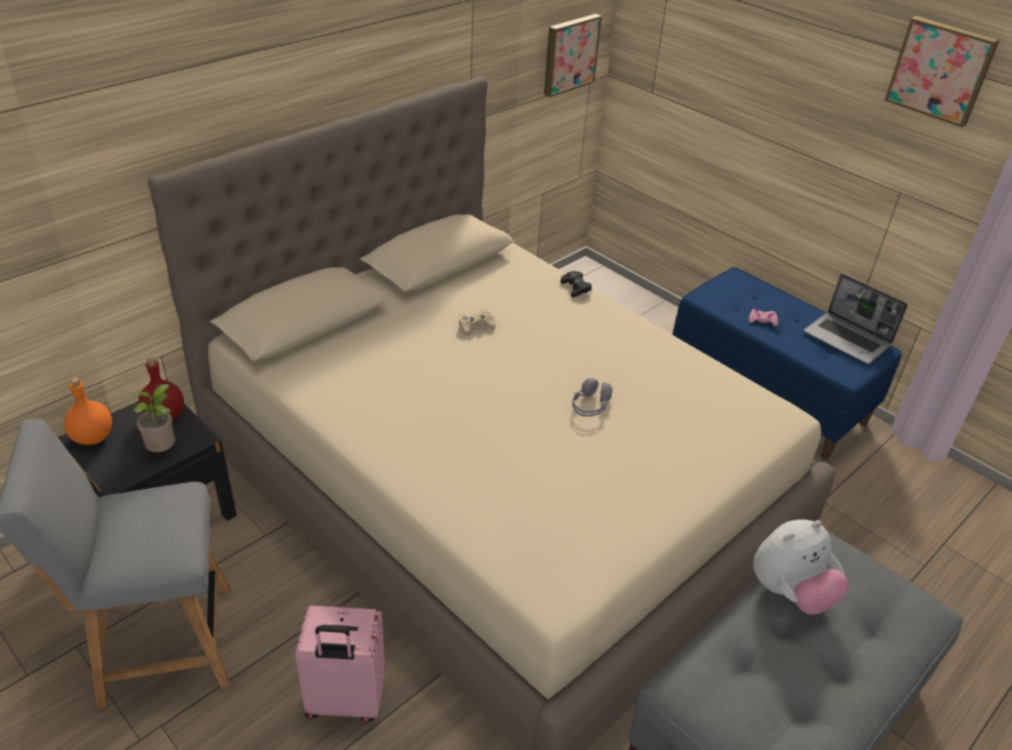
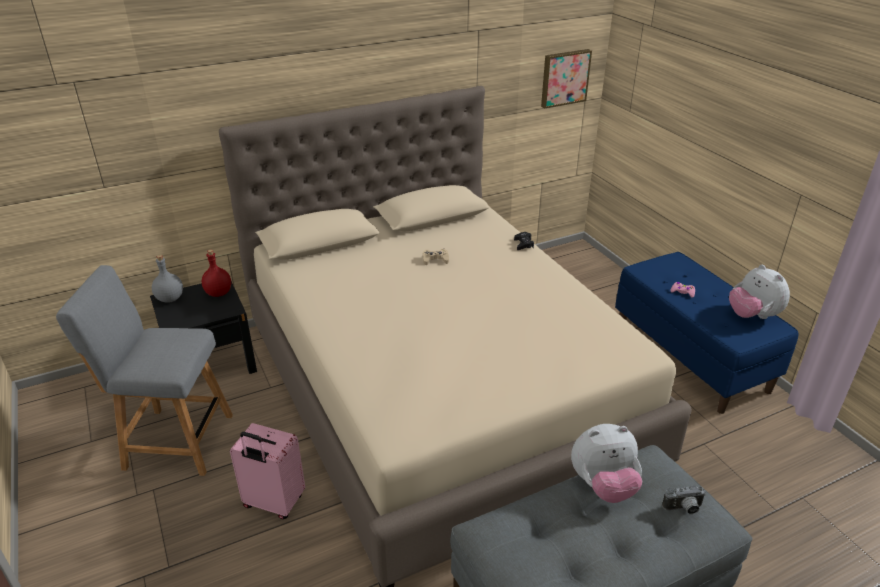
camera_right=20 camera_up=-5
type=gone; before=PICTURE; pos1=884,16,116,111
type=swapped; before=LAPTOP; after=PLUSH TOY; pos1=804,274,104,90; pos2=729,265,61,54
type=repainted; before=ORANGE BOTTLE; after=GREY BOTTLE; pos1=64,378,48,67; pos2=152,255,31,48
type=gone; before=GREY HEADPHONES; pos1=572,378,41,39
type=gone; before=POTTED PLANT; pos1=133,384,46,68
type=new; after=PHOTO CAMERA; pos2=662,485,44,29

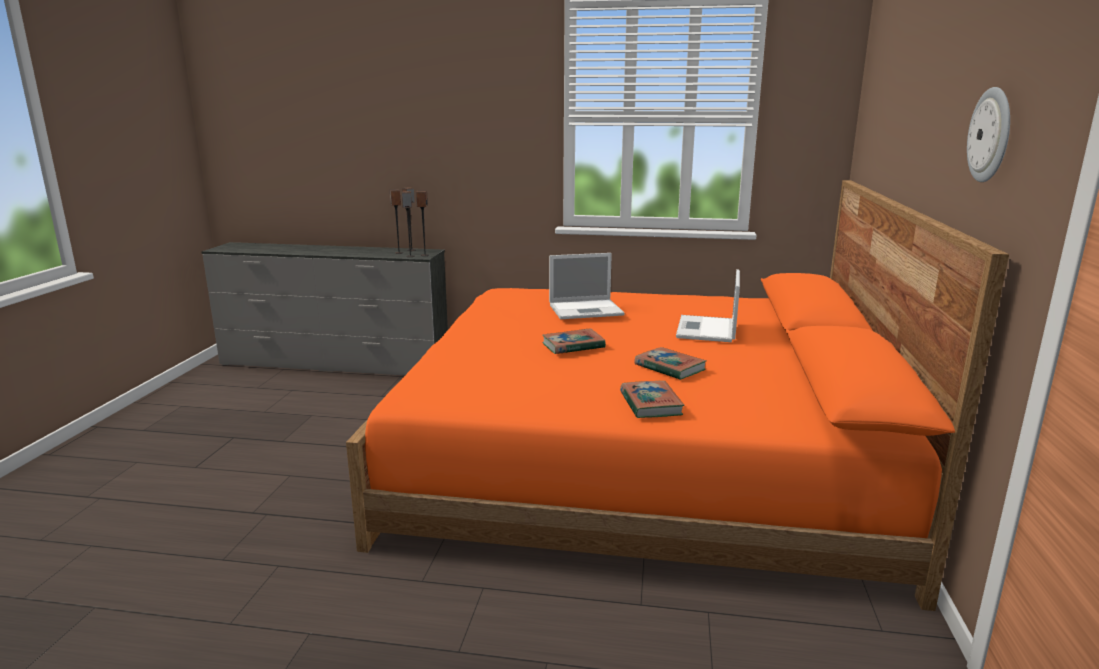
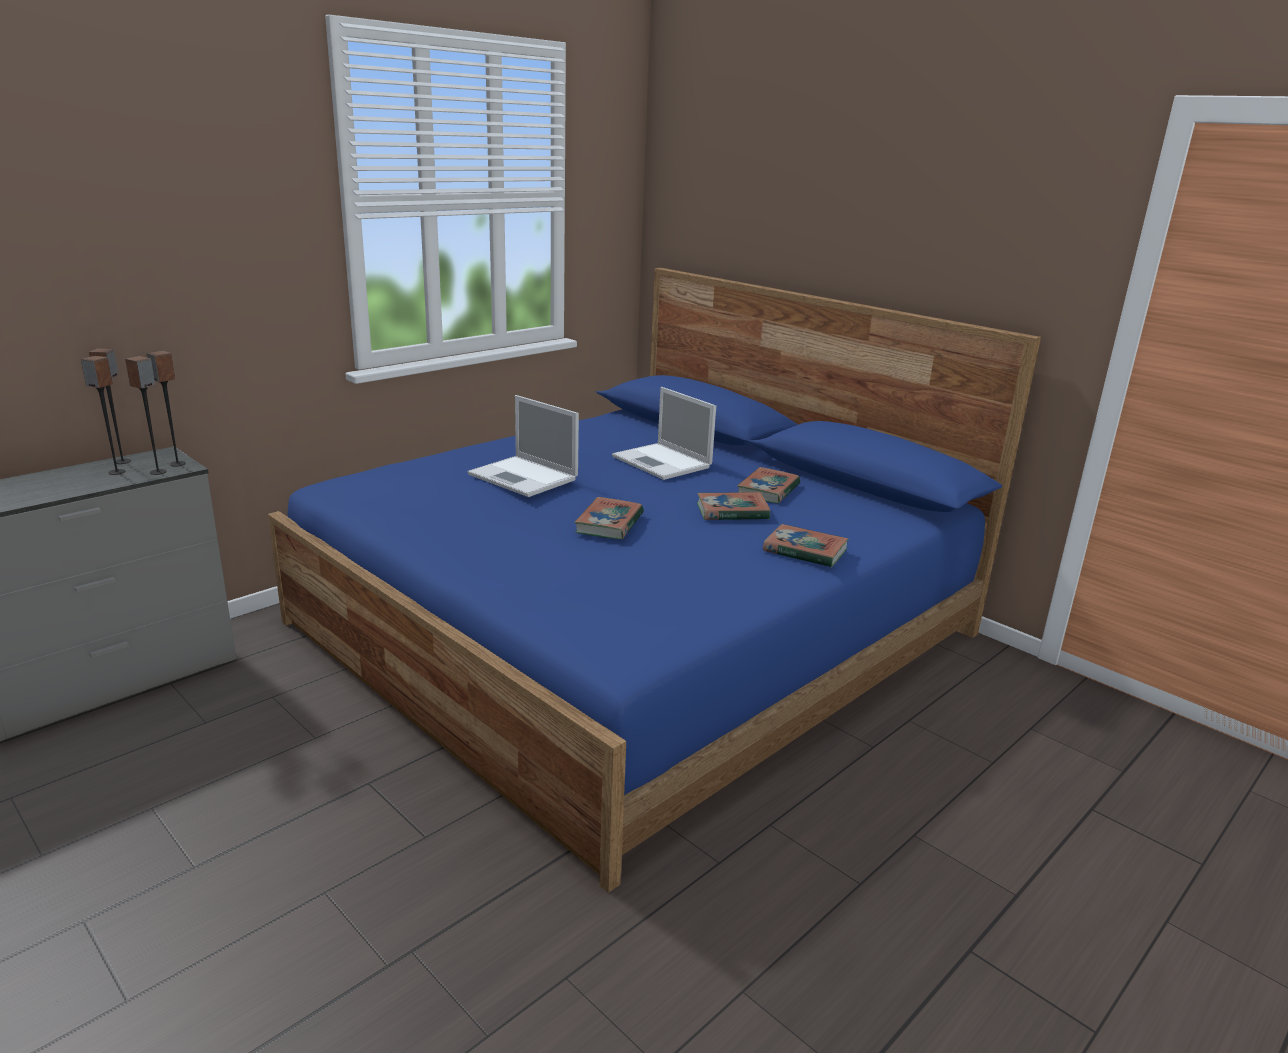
camera_right=-55 camera_up=5
type=gone; before=WALL CLOCK; pos1=967,87,43,95
type=repainted; before=ORANGE BED; after=BLUE BED; pos1=346,180,663,431; pos2=268,268,773,625
type=rotated; before=LAPTOP; pos1=549,253,75,66; pos2=468,395,111,102; turn=105
type=new; after=BOOK; pos2=737,467,63,36

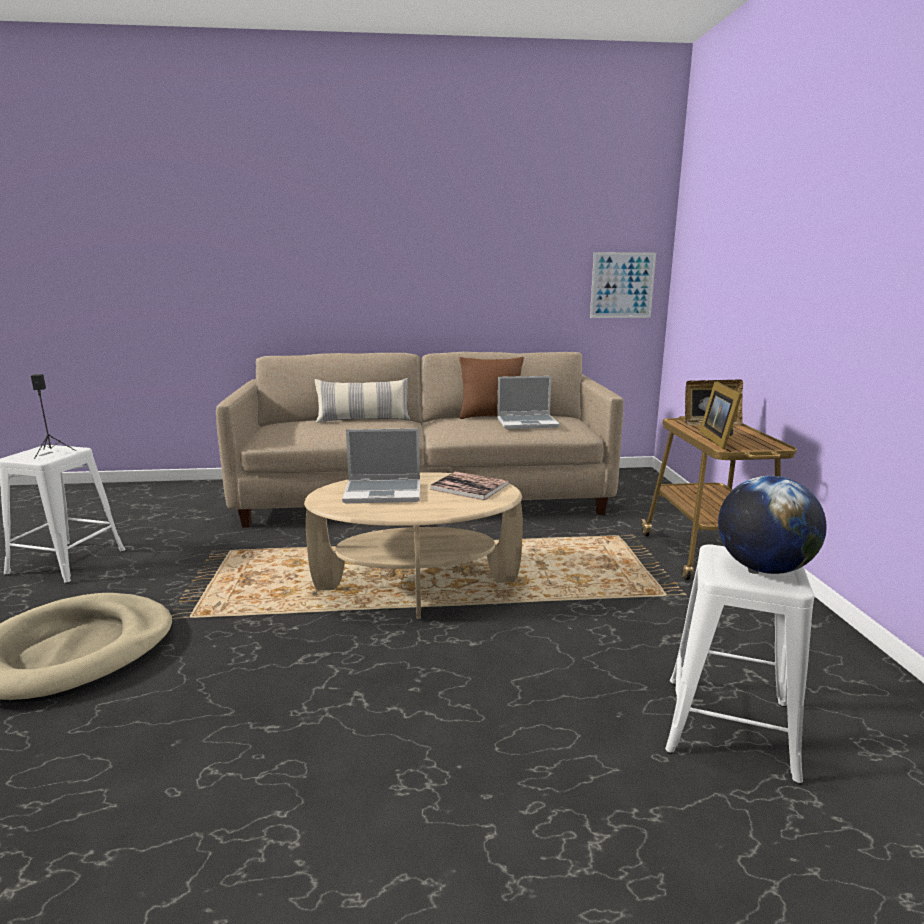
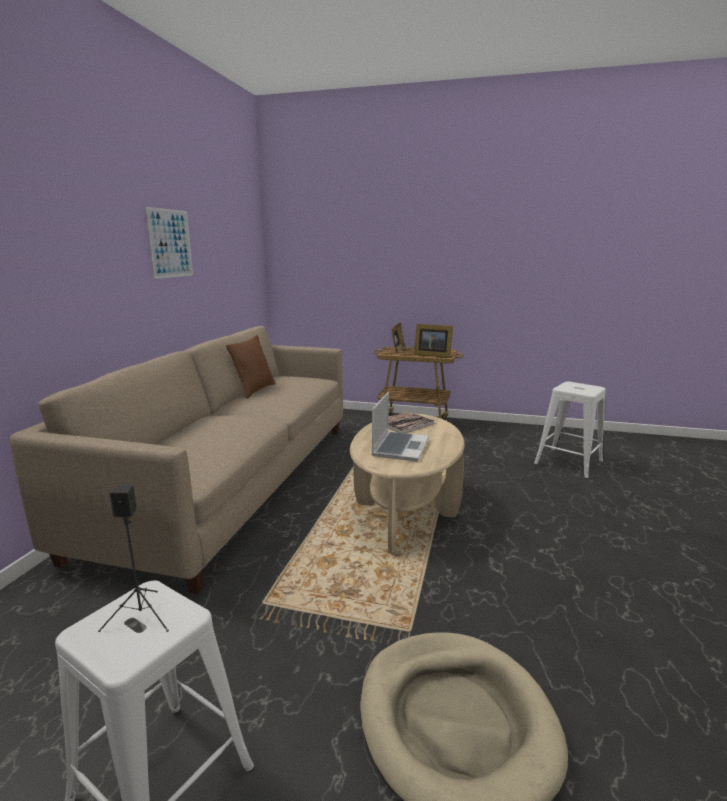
camera_right=-70 camera_up=0
type=shifted; before=PICTURE; pos1=590,252,66,66; pos2=145,207,48,72
type=gone; before=LAPTOP; pos1=497,376,63,53
type=gone; before=PILLOW; pos1=315,378,95,45
type=gone; before=GLOBE; pos1=718,476,109,98

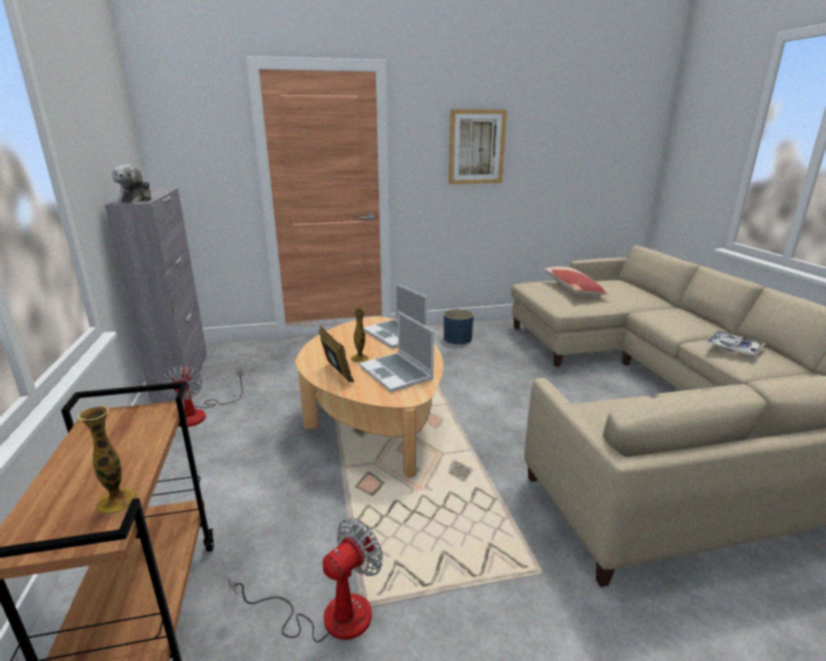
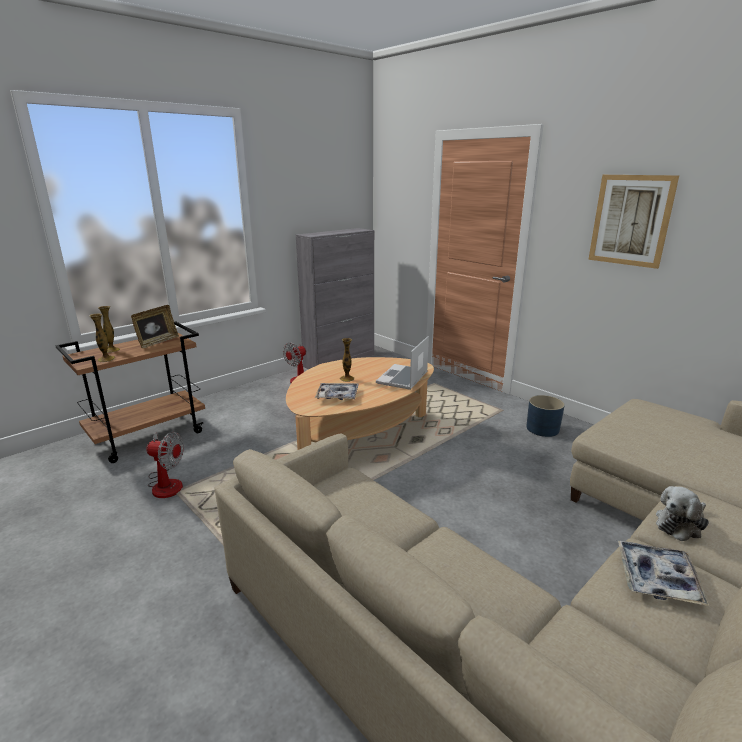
camera_right=60 camera_up=0
type=shifted; before=PLUSH TOY; pos1=112,165,39,38; pos2=656,486,53,55
type=gone; before=PILLOW; pos1=544,267,66,29
type=swapped; before=LAPTOP; after=TRAY; pos1=359,311,75,81; pos2=315,383,44,17
type=shifted; before=PICTURE FRAME; pos1=319,326,35,57; pos2=131,305,48,43
type=new; after=VASE; pos2=98,306,22,47

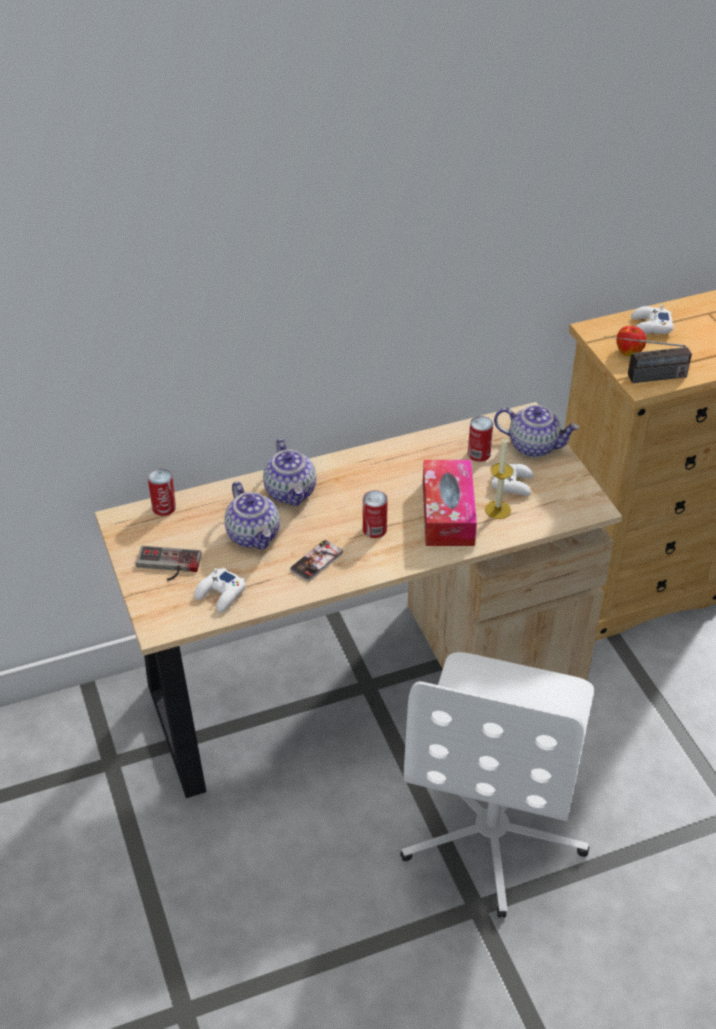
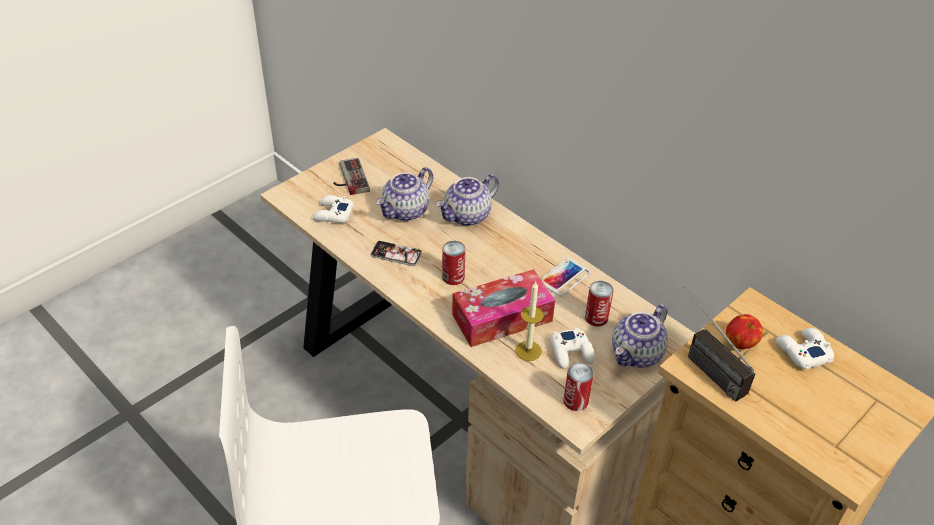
camera_right=65 camera_up=0
type=rotated; before=TEAPOT; pos1=494,405,85,52; pos2=612,304,56,64; turn=45
type=shifted; before=CAN; pos1=148,468,28,48; pos2=563,362,31,49
type=new; after=PHONE; pos2=541,258,50,39

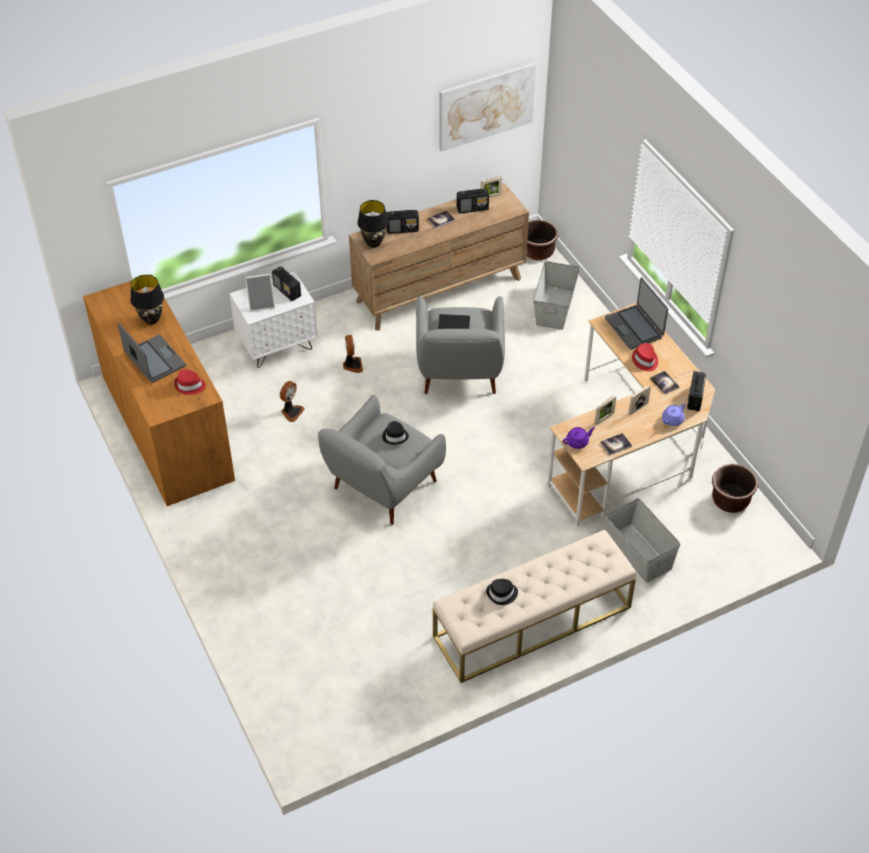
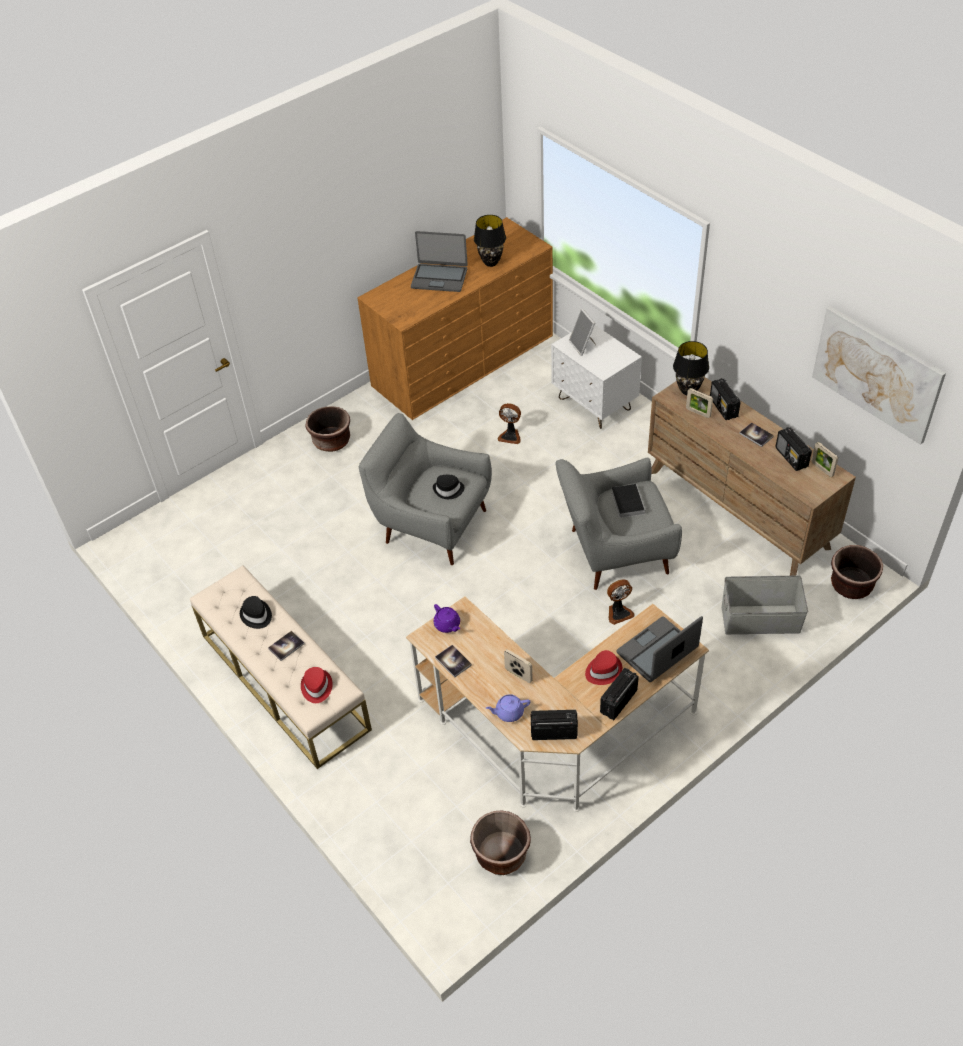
camera_right=80 camera_up=0
type=shifted; before=RADIO; pos1=272,266,29,35; pos2=600,668,39,52
type=rotated; before=LAPTOP; pos1=118,323,68,60; pos2=411,231,57,61; turn=60
type=shifted; before=FAN; pos1=343,335,20,38; pos2=607,580,28,45
type=shifted; before=RED HAT; pos1=174,369,32,26; pos2=301,667,32,36
type=shifted; before=BOOK; pos1=650,371,30,23; pos2=268,631,36,30
type=shifted; before=PICTURE FRAME; pos1=595,396,21,29; pos2=686,388,27,30
type=rotated; before=PURPLE TEAPOT; pos1=662,404,23,22; pos2=486,694,44,28; turn=-45
type=gone; before=GREY STORAGE BOX; pos1=605,498,76,85
type=new; after=BROWN PLANTER; pos2=305,406,45,46

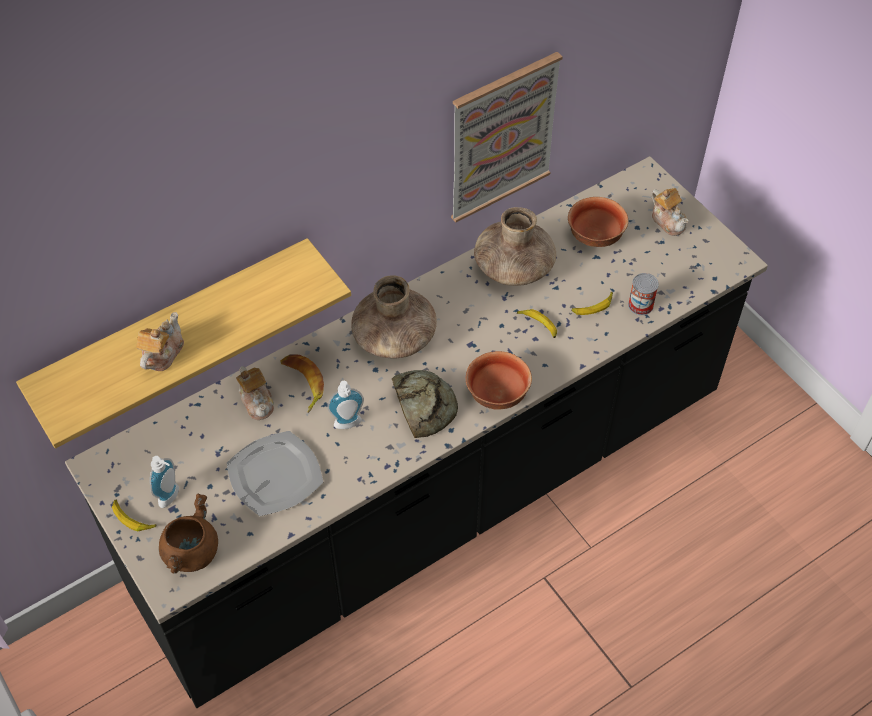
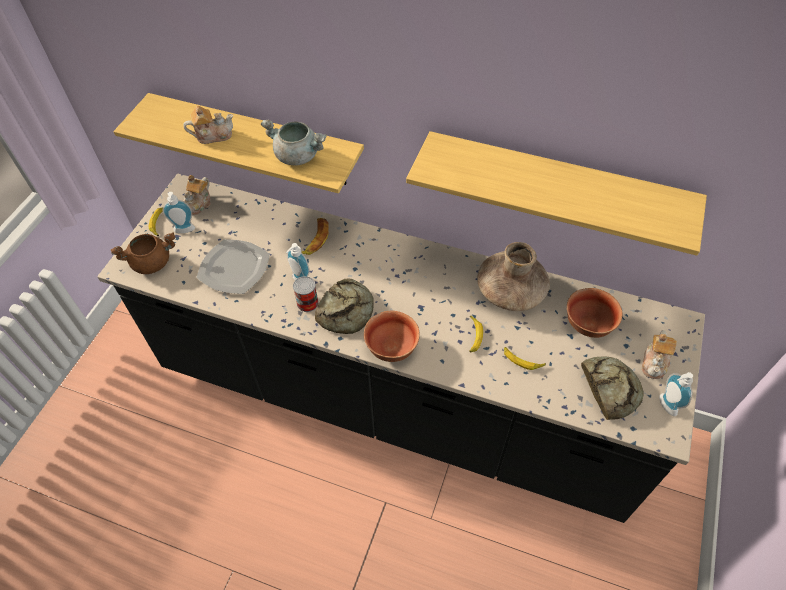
camera_right=55 camera_up=0
type=swapped; before=PICTURE; after=SHELF; pos1=451,52,112,170; pos2=406,131,301,125
type=shifted; before=CAN; pos1=628,273,31,42; pos2=293,276,26,36
type=gone; before=BROWN VASE; pos1=351,275,86,84
type=shifted; before=TEAPOT; pos1=236,366,38,54; pos2=183,175,28,40
type=new; after=GREY COOKING POT; pos2=261,120,66,46
type=new; after=BREAD; pos2=581,357,63,63
type=new; after=SOAP DISPENSER; pos2=659,372,34,44

